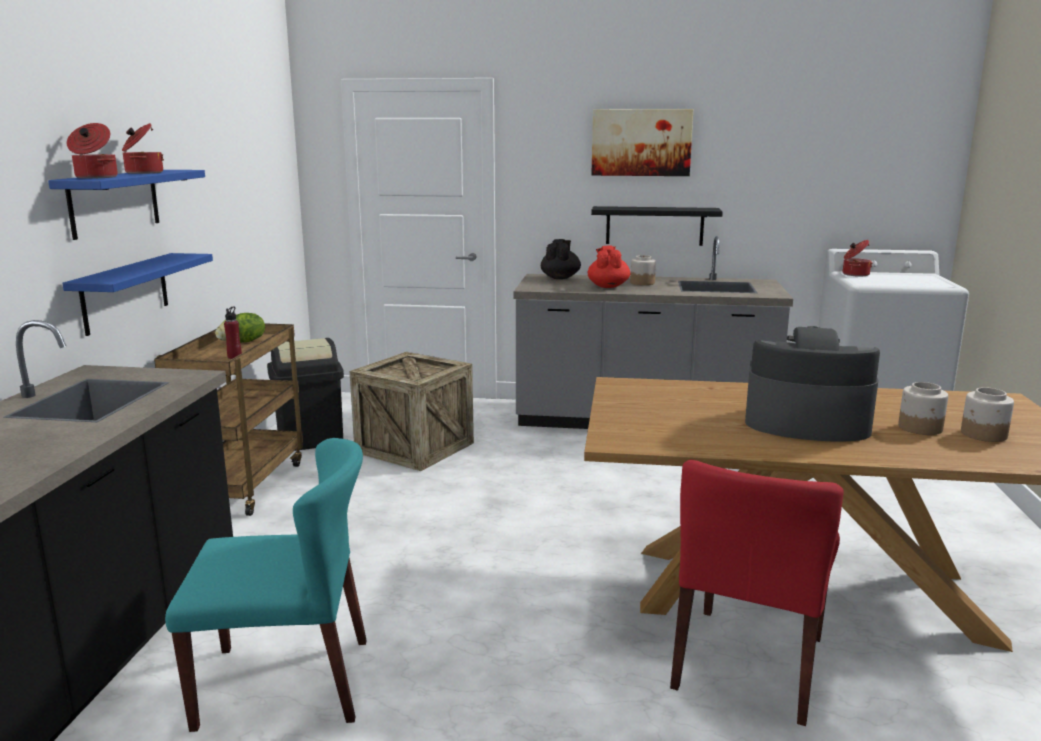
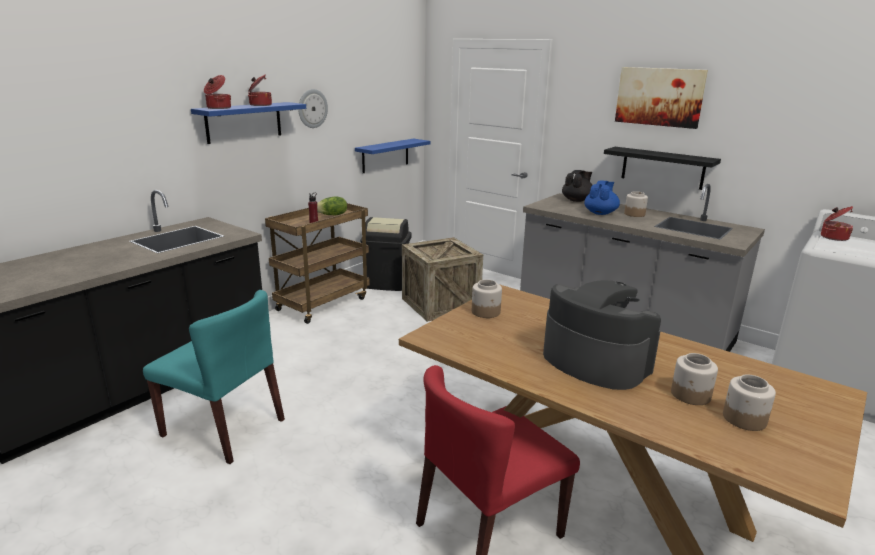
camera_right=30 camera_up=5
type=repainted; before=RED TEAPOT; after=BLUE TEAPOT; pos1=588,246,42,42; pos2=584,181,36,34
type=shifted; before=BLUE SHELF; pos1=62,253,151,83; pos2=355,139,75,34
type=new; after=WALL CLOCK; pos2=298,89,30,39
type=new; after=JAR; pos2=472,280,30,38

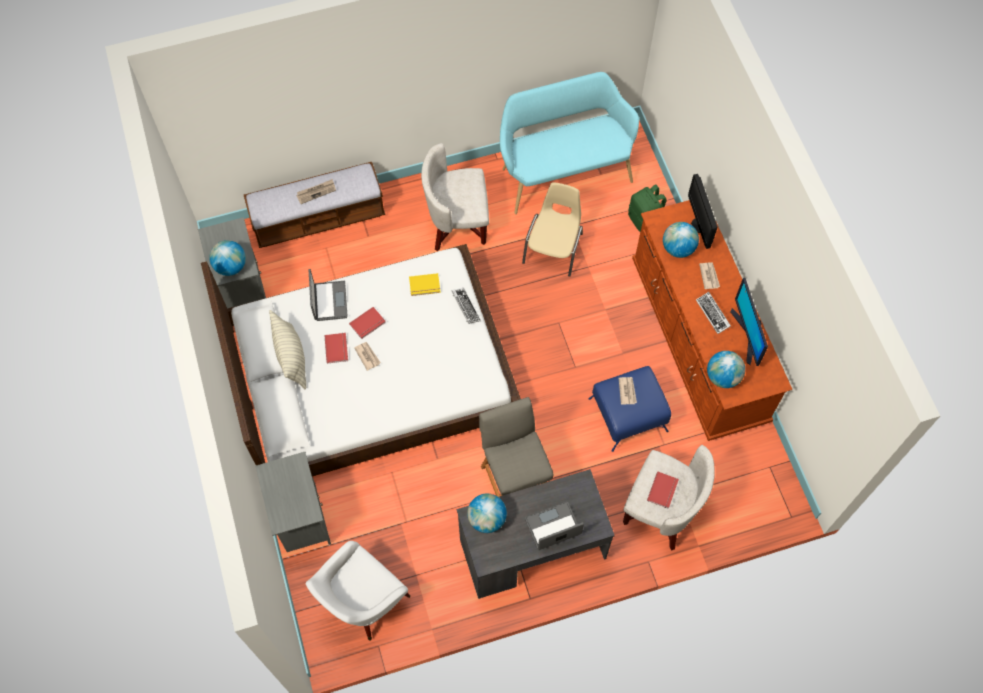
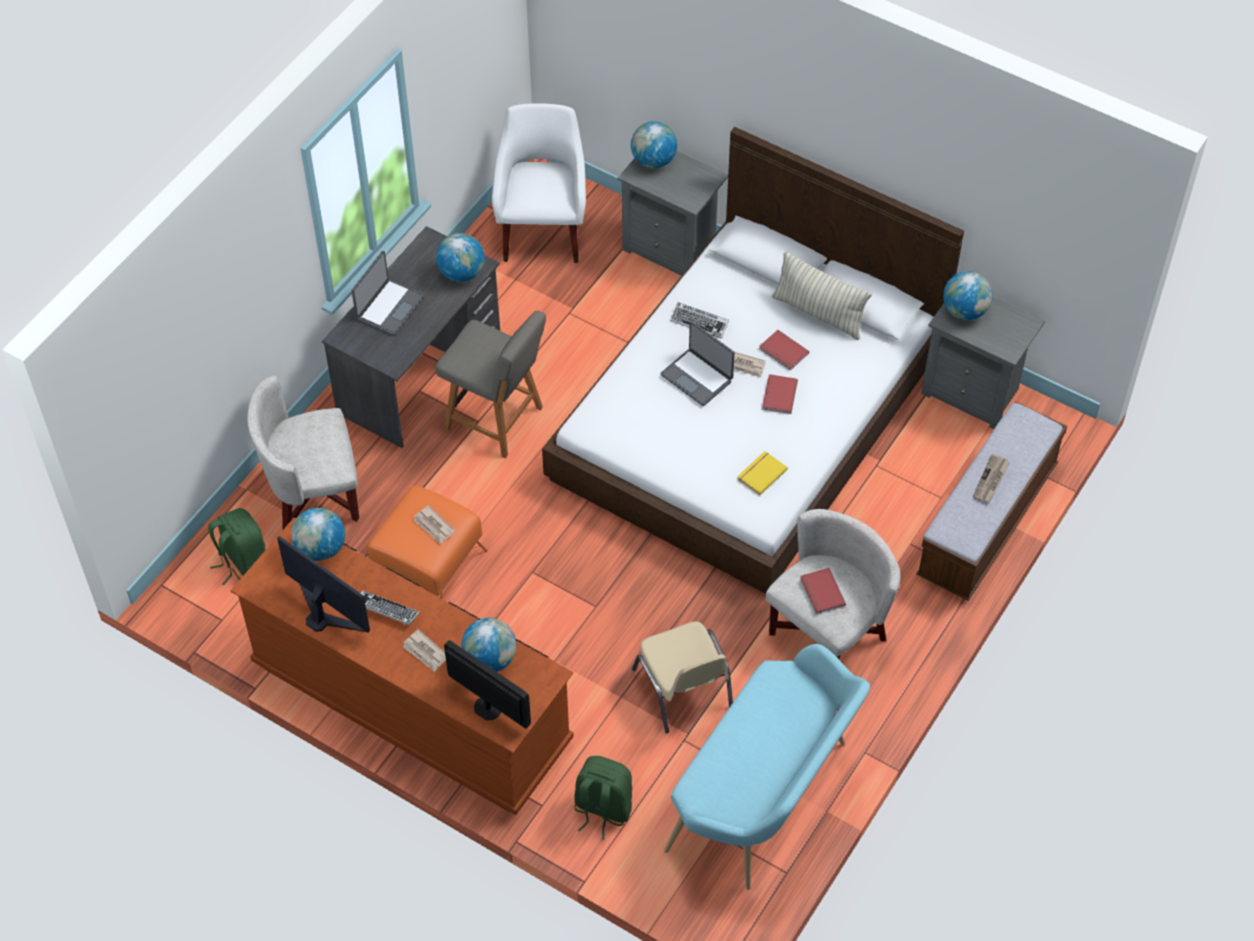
camera_right=140 camera_up=-10
type=shifted; before=LAPTOP; pos1=309,269,39,52; pos2=660,321,75,85
type=shifted; before=KEYBOARD; pos1=451,288,30,36; pos2=670,302,59,37
type=repainted; before=BLUE OTTOMAN; after=ORANGE OTTOMAN; pos1=589,366,82,86; pos2=367,485,121,114
type=shifted; before=RED BOOK; pos1=647,471,32,38; pos2=800,568,46,46
type=new; after=GLOBE; pos2=631,121,46,48
type=new; after=GREEN BACKPACK; pos2=208,508,58,77

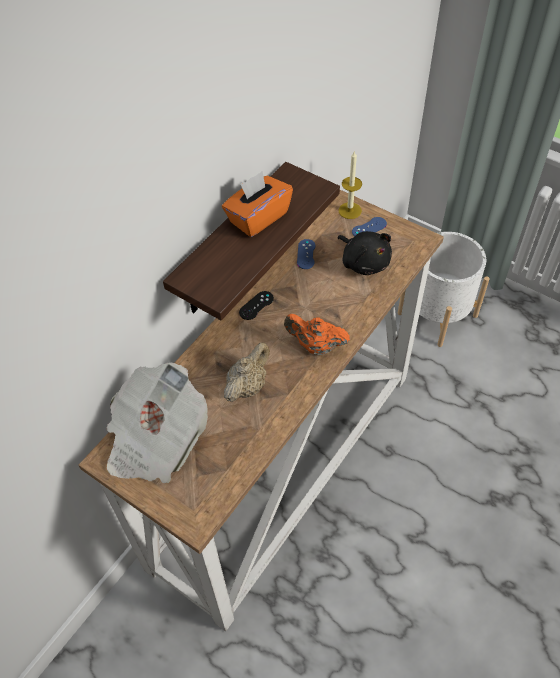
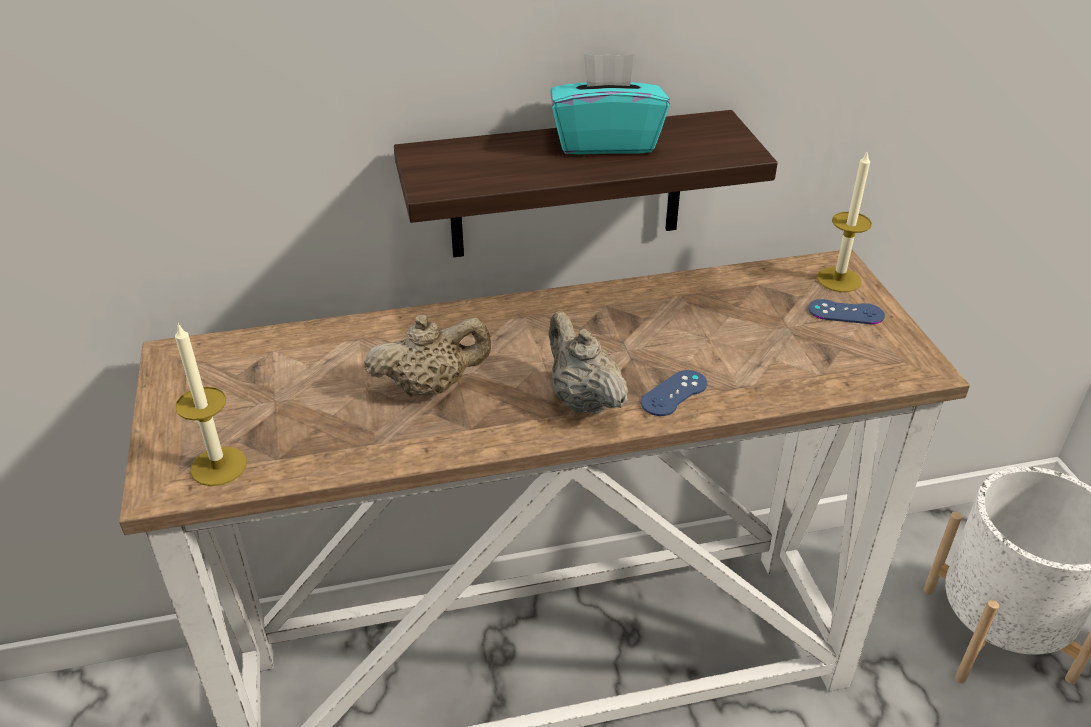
camera_right=40 camera_up=-15
type=repainted; before=ORANGE TISSUE BOX; after=TURQUOISE TISSUE BOX; pos1=222,171,71,66; pos2=550,54,120,100
type=gone; before=BLACK PLUSH TOY; pos1=338,231,54,44
type=shifted; before=BLUE GAME CONTROLLER; pos1=297,239,19,30; pos2=641,370,66,46
type=gone; before=BLACK GAME CONTROLLER; pos1=239,291,35,29
type=repainted; before=ORANGE TEAPOT; after=BEIGE TEAPOT; pos1=284,314,66,41; pos2=549,311,80,103
type=gone; before=NEWSPAPER; pos1=106,363,102,120
type=new; after=CANDLE; pos2=175,323,72,163

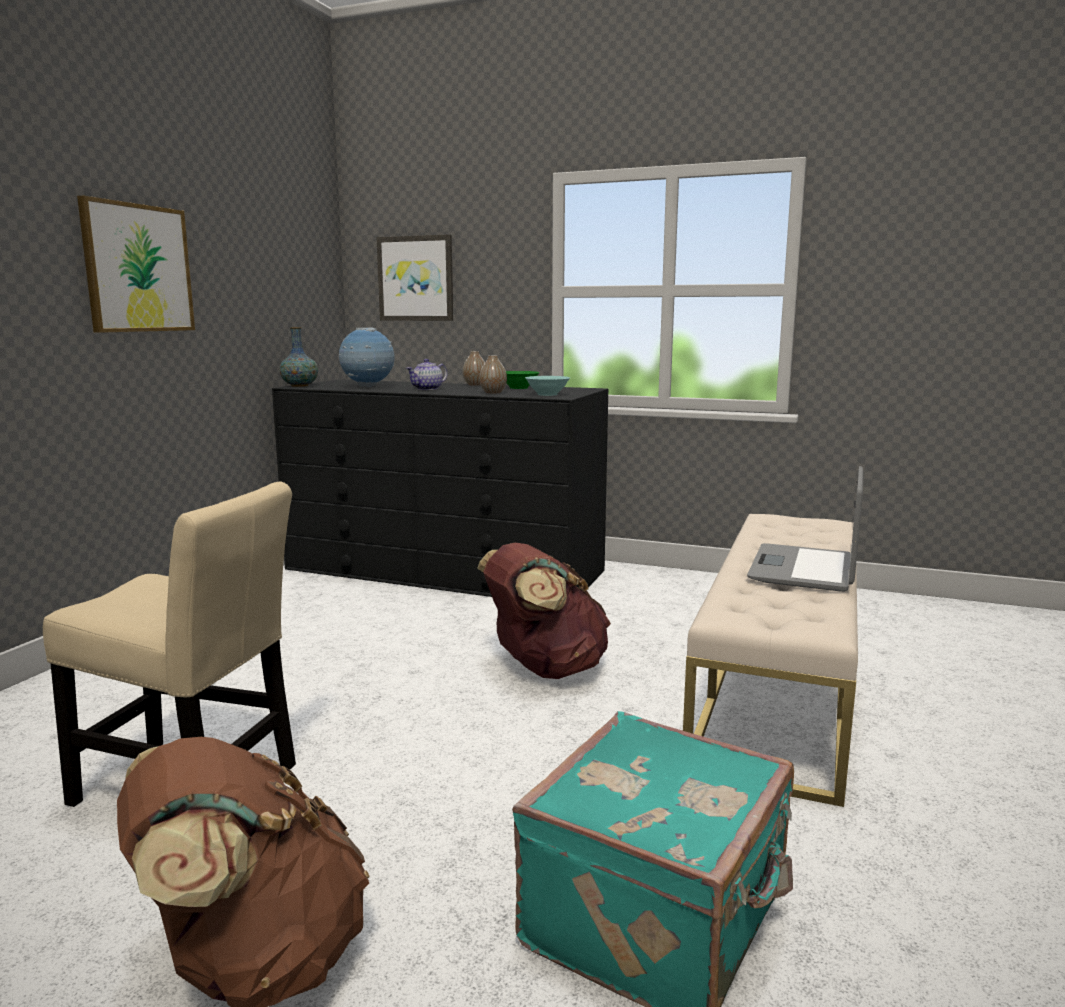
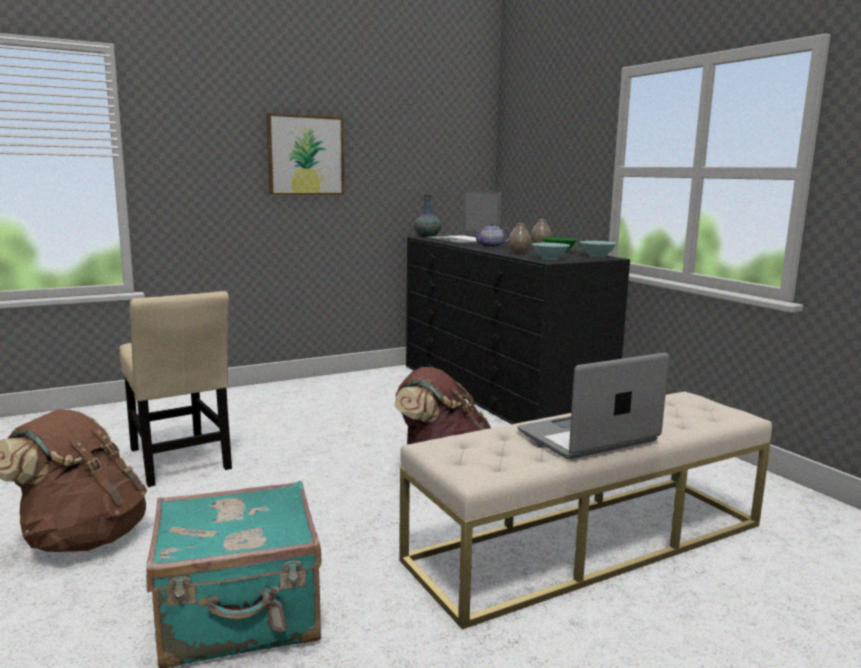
camera_right=40 camera_up=0
type=gone; before=PICTURE; pos1=376,234,77,87
type=swapped; before=GLOBE; after=LAPTOP; pos1=338,327,57,60; pos2=427,190,74,55
type=new; after=TURQUOISE BOWL; pos2=580,241,37,16

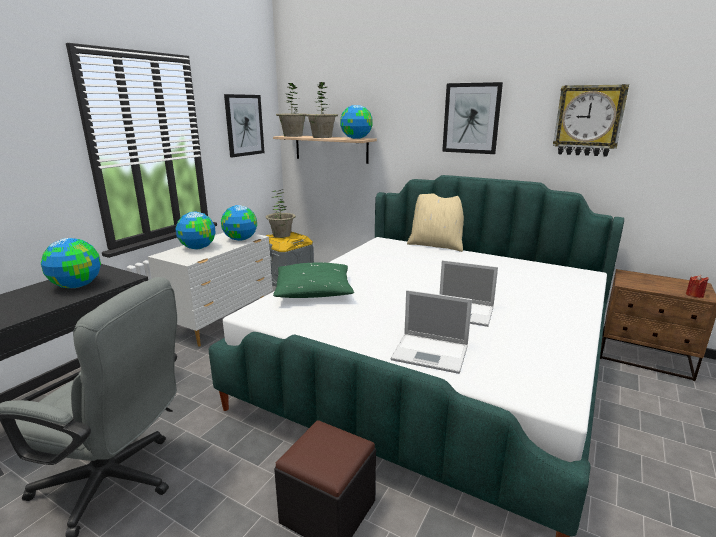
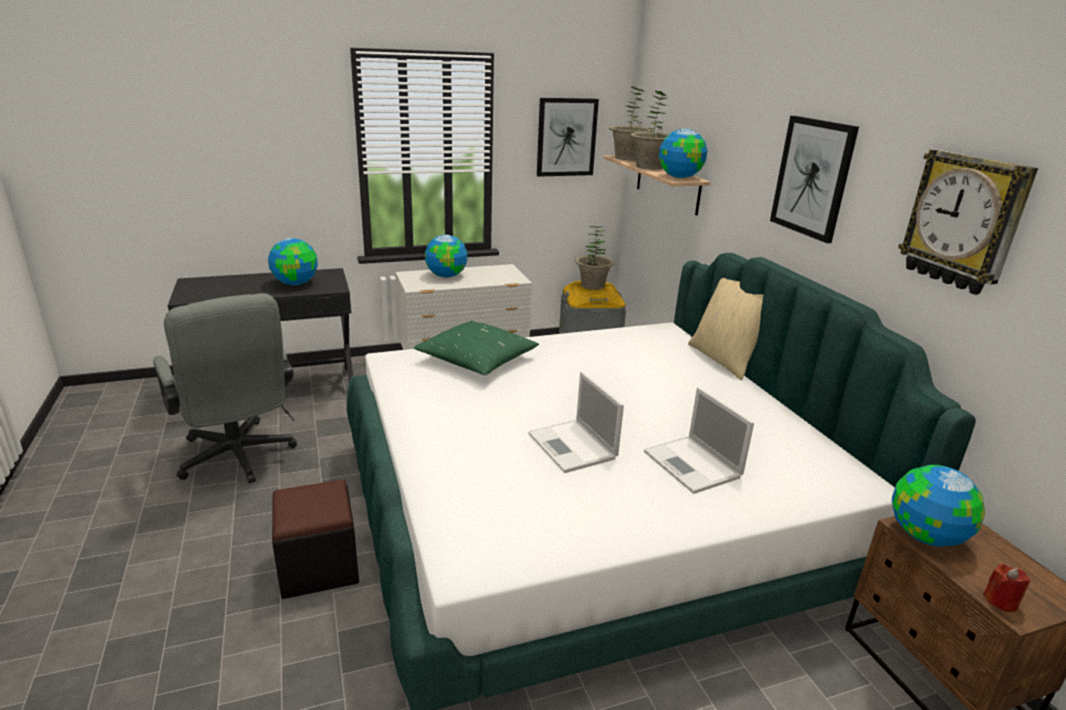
camera_right=40 camera_up=5
type=shifted; before=GLOBE; pos1=221,205,36,36; pos2=892,465,93,82
type=shifted; before=LAPTOP; pos1=391,290,81,84; pos2=644,387,110,107

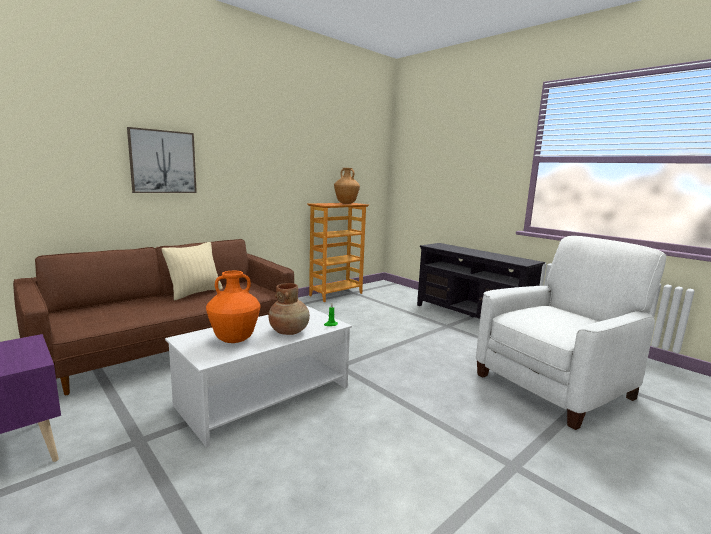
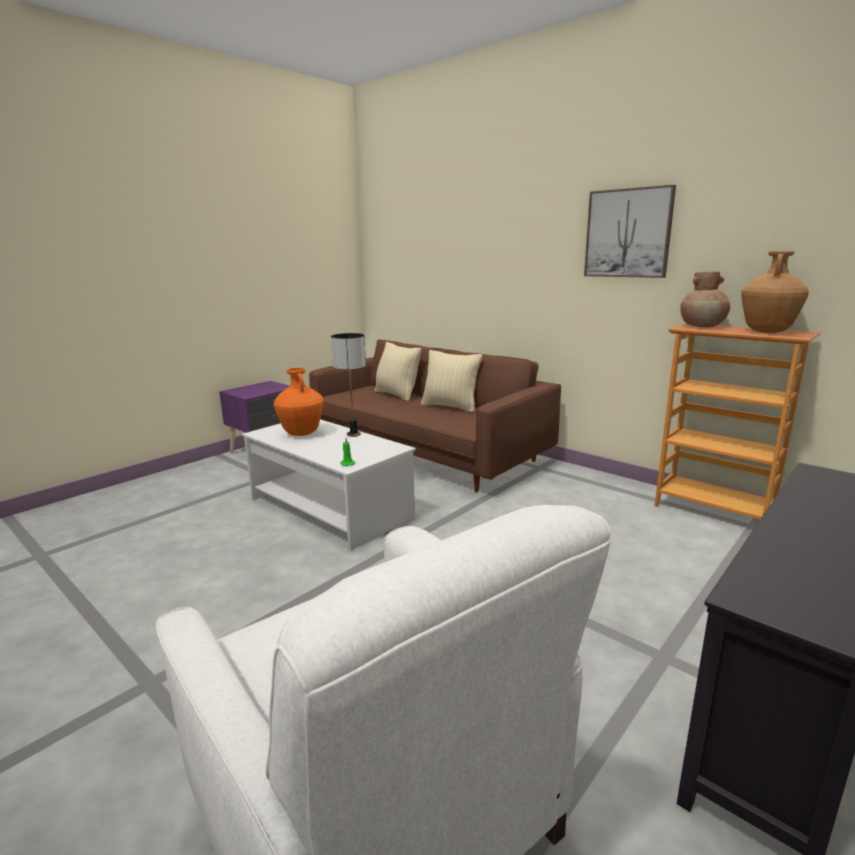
camera_right=85 camera_up=5
type=shifted; before=PICTURE; pos1=127,127,70,66; pos2=584,185,92,93
type=shifted; before=BROWN VASE; pos1=269,283,41,52; pos2=680,271,50,56
type=new; after=TABLE LAMP; pos2=331,333,35,104
type=new; after=BEIGE PILLOW; pos2=375,342,46,59

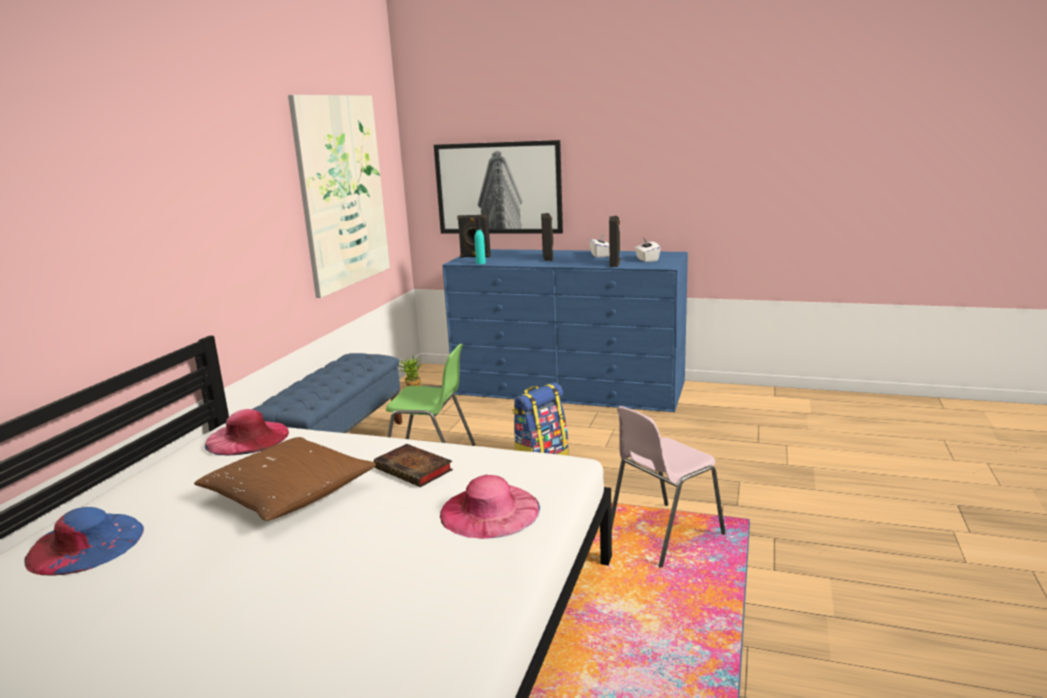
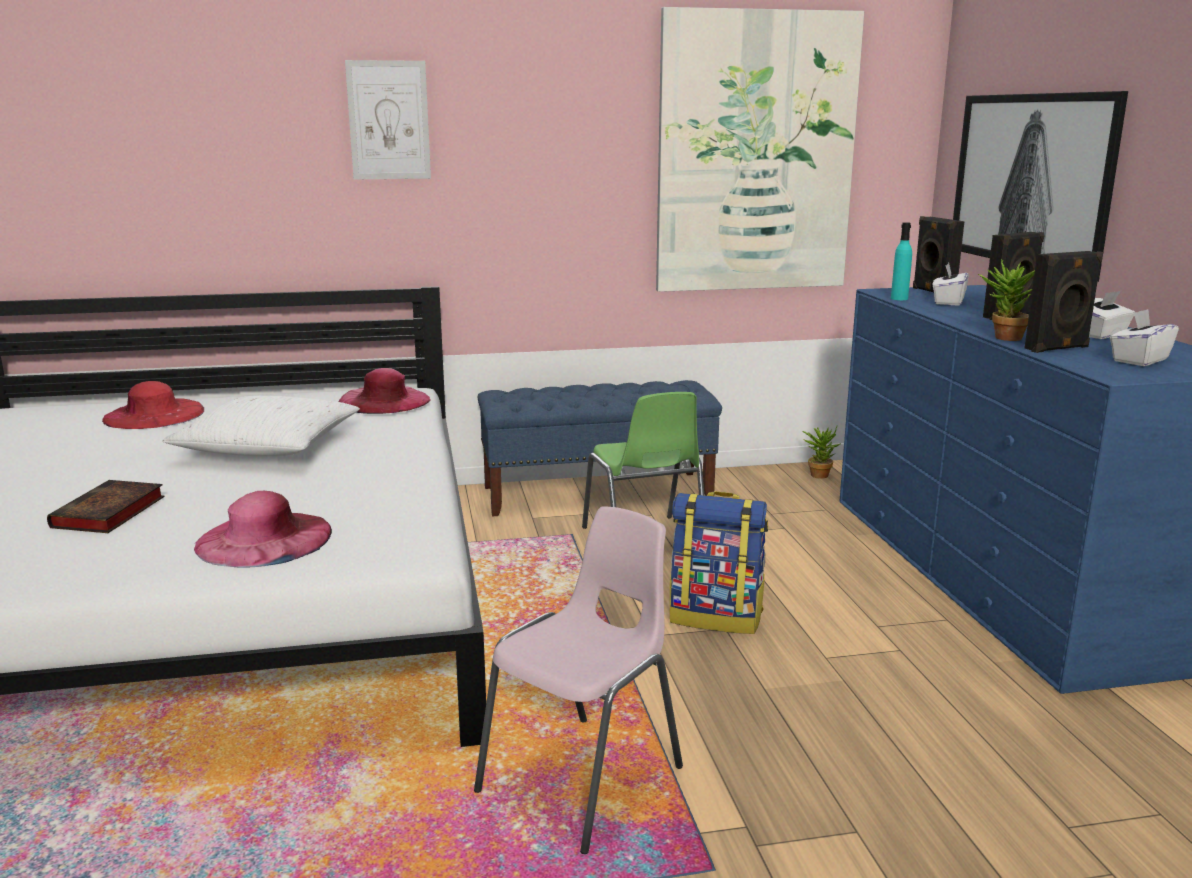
camera_right=60 camera_up=0
type=rotated; before=PINK CHAIR; pos1=611,406,115,162; pos2=474,506,209,348; turn=105
type=repainted; before=BROWN PILLOW; after=WHITE PILLOW; pos1=194,437,182,84; pos2=163,396,197,61
type=shifted; before=BOOK; pos1=374,444,79,43; pos2=47,480,118,53
type=repainted; before=BLUE HAT; after=RED HAT; pos1=24,507,120,69; pos2=102,381,102,48
type=new; after=PICTURE; pos2=345,60,86,119
type=new; after=POTTED PLANT; pos2=978,259,57,82
type=new; after=WHITE TISSUE BOX; pos2=933,263,36,43

